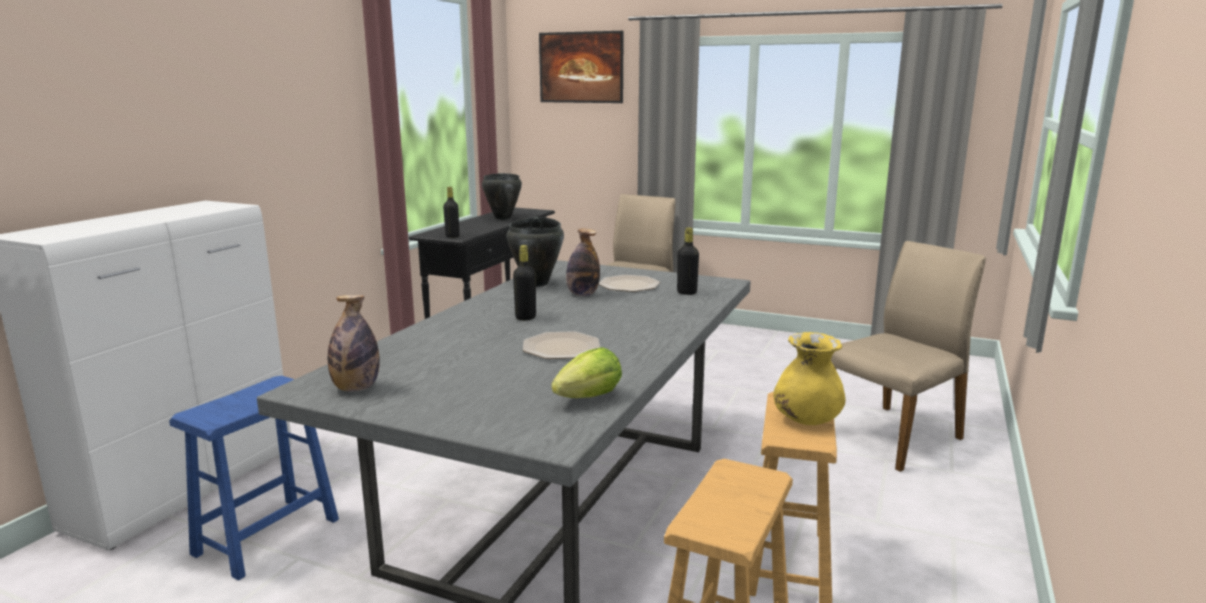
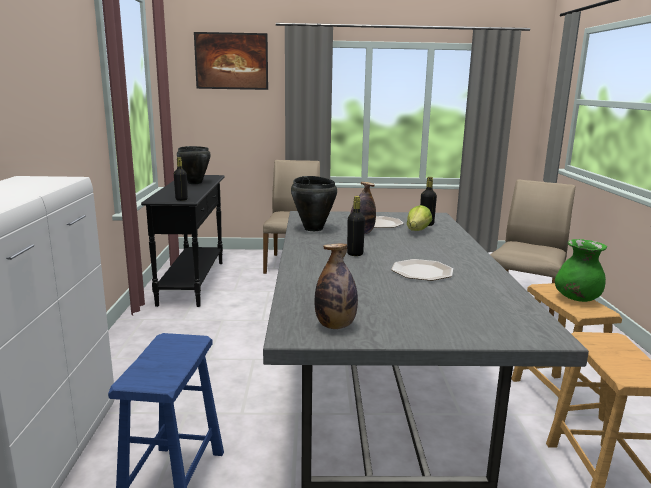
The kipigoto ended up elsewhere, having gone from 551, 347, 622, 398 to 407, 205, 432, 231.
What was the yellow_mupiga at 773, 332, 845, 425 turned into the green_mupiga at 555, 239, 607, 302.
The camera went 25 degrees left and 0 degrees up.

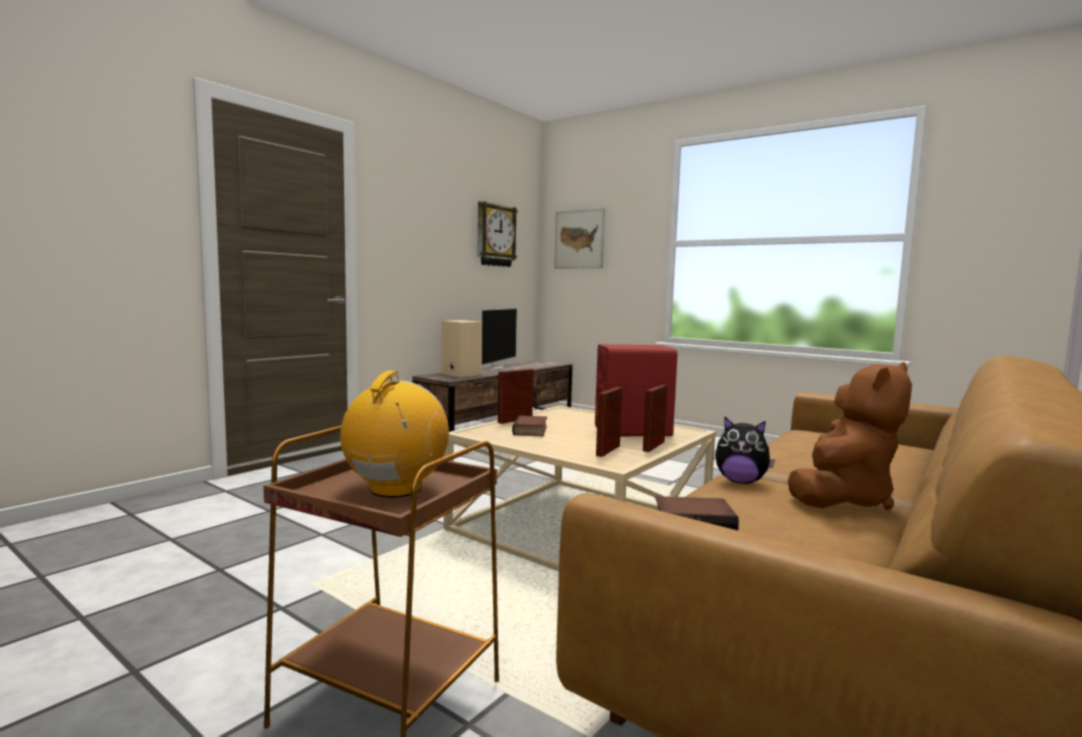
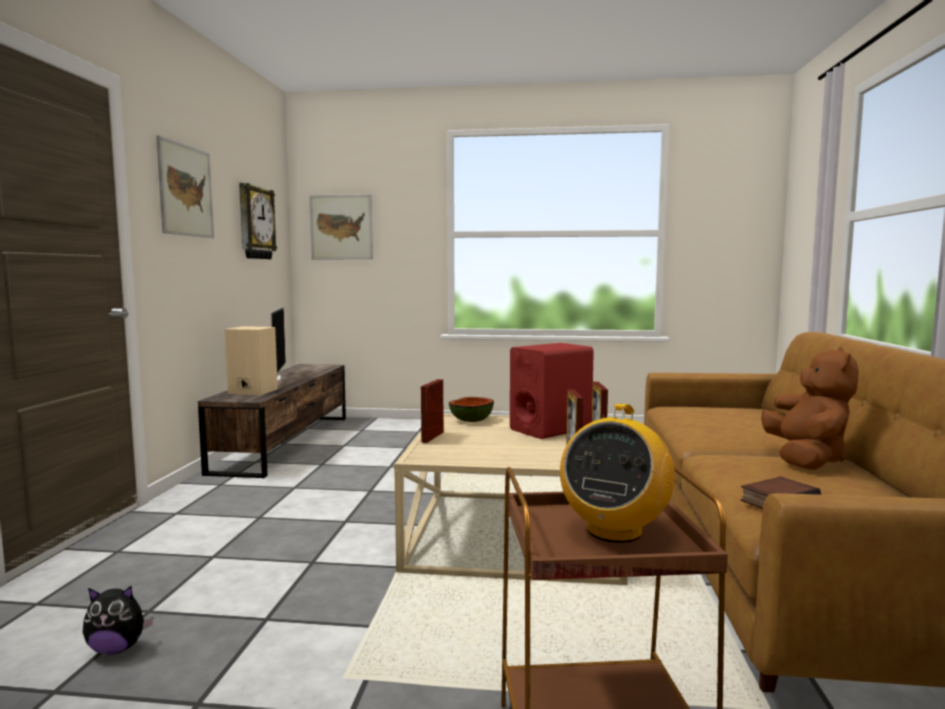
The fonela ended up elsewhere, having gone from 715, 417, 775, 484 to 83, 586, 154, 654.
The second view gained the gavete at 156, 135, 214, 238.
The second view gained the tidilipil at 449, 397, 494, 422.
The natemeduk at 340, 371, 449, 498 ended up facing another way, 135 degrees counterclockwise from before.
The second view lost the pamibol at 512, 415, 547, 436.
The camera went 30 degrees left and 0 degrees up.

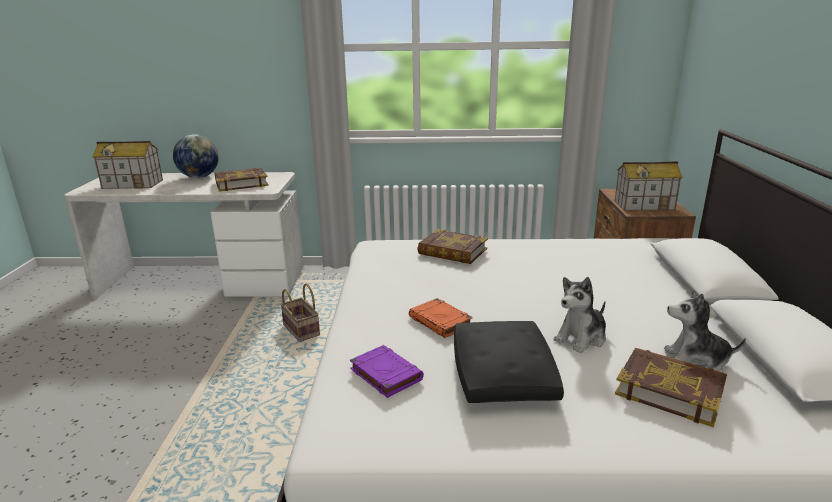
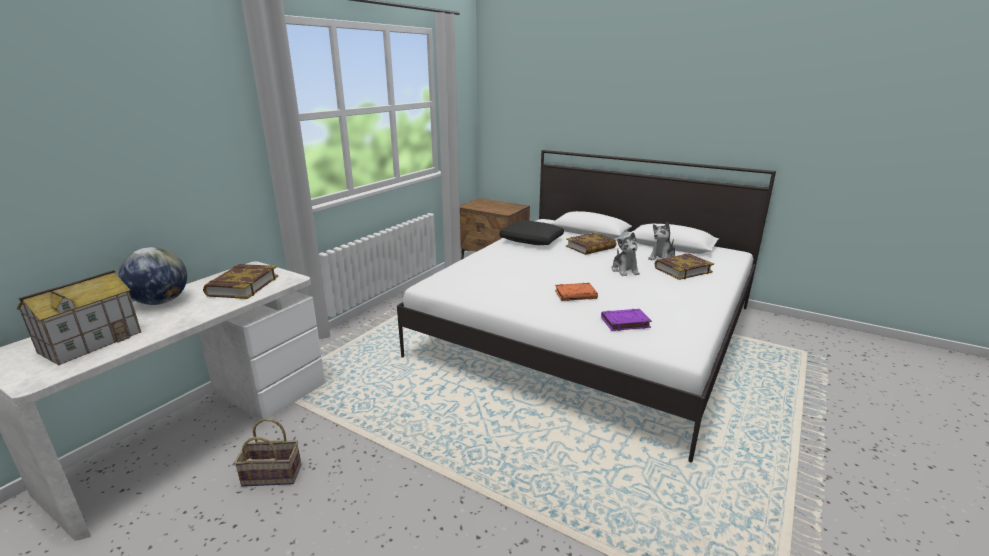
The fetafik ended up elsewhere, having gone from 280, 283, 320, 342 to 234, 418, 302, 487.
The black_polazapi ended up elsewhere, having gone from 454, 321, 564, 403 to 499, 220, 564, 245.
The pamibol ended up elsewhere, having gone from 417, 229, 488, 264 to 566, 232, 617, 255.
The second view lost the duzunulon at 615, 161, 683, 211.
The camera went 60 degrees left and 0 degrees up.

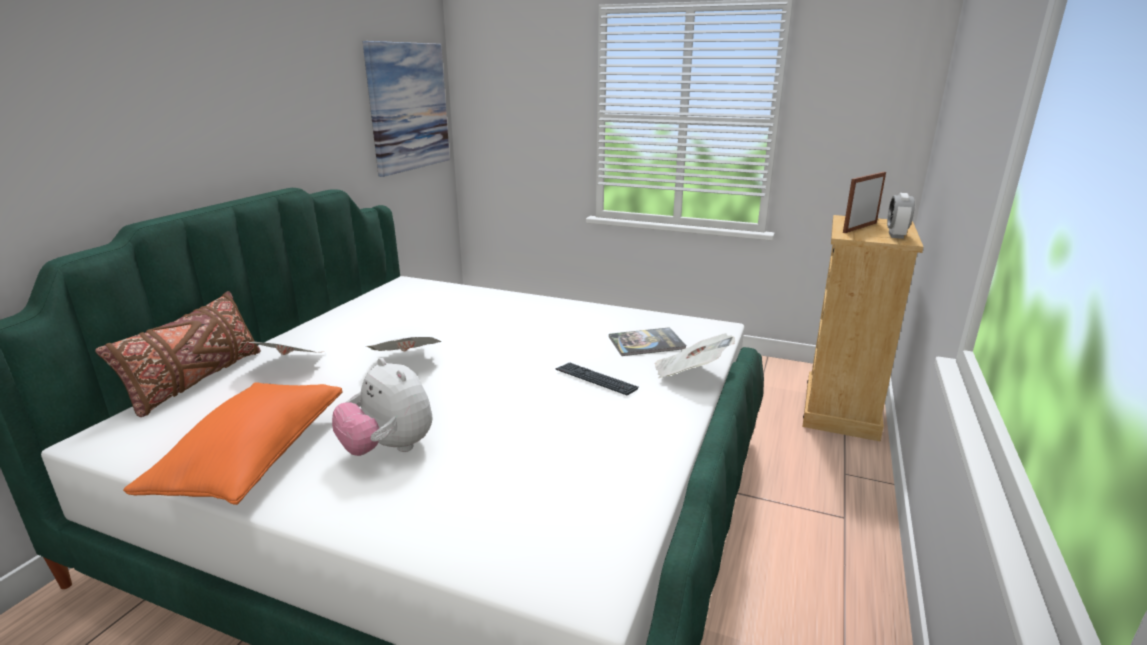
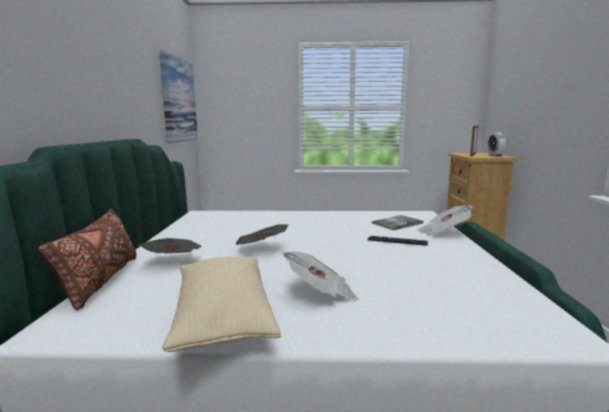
What was the orange_polazapi at 123, 383, 343, 505 turned into the beige_polazapi at 162, 256, 281, 352.
Where the fonela stood at 332, 358, 432, 456, the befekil came to stand at 282, 252, 359, 300.
The camera went 20 degrees left and 10 degrees down.

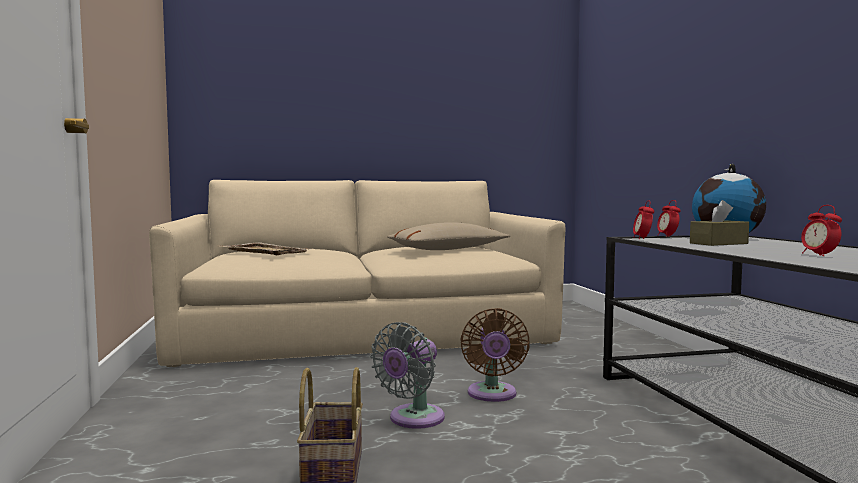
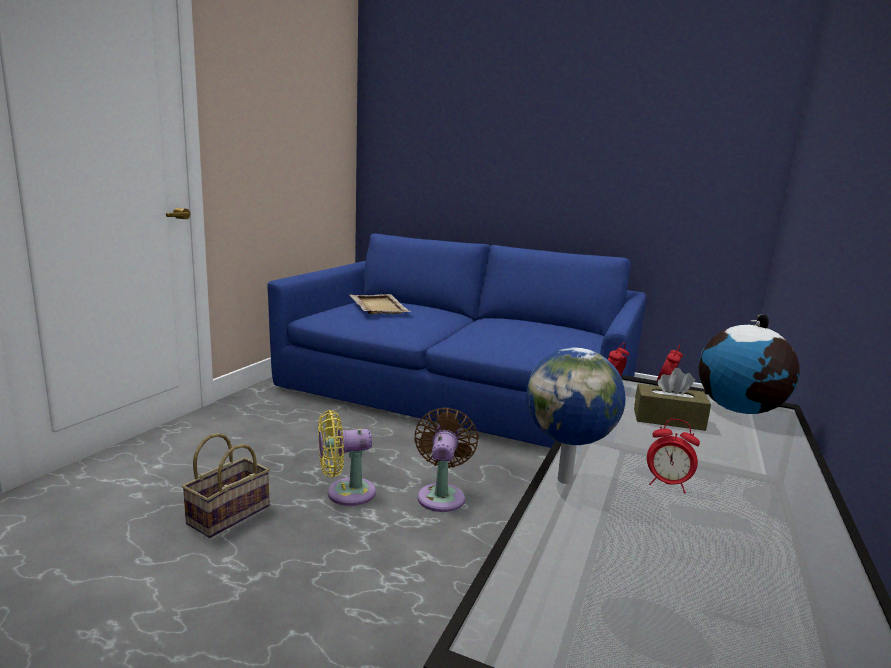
What was the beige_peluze at 149, 180, 566, 367 turned into the blue_peluze at 267, 234, 647, 448.
What was the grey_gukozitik at 370, 322, 445, 429 turned into the yellow_gukozitik at 318, 410, 376, 506.
The brown_gukozitik at 460, 308, 530, 402 ended up facing another way, 150 degrees clockwise from before.
The second view gained the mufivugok at 526, 347, 625, 484.
The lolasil at 801, 205, 842, 256 ended up facing another way, 90 degrees counterclockwise from before.
The second view lost the beige_polazapi at 387, 222, 510, 250.
The camera went 35 degrees right and 10 degrees up.

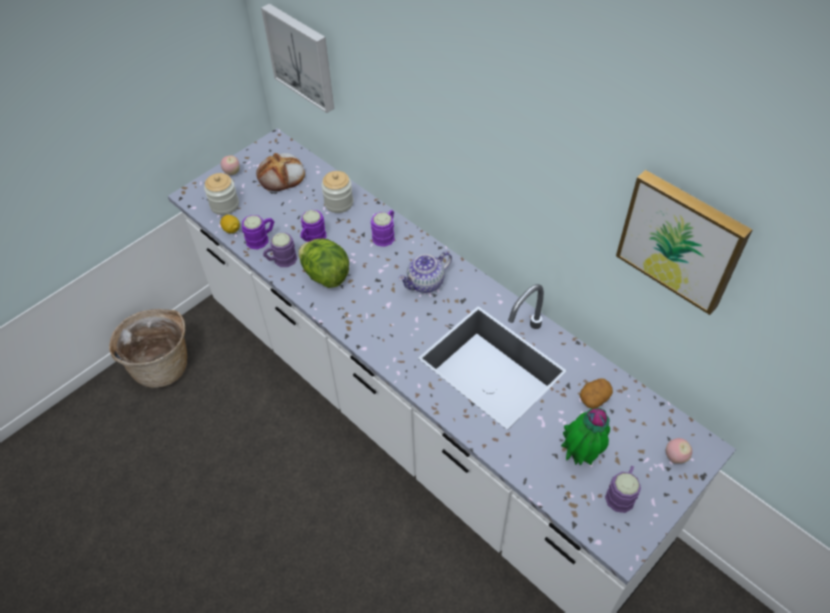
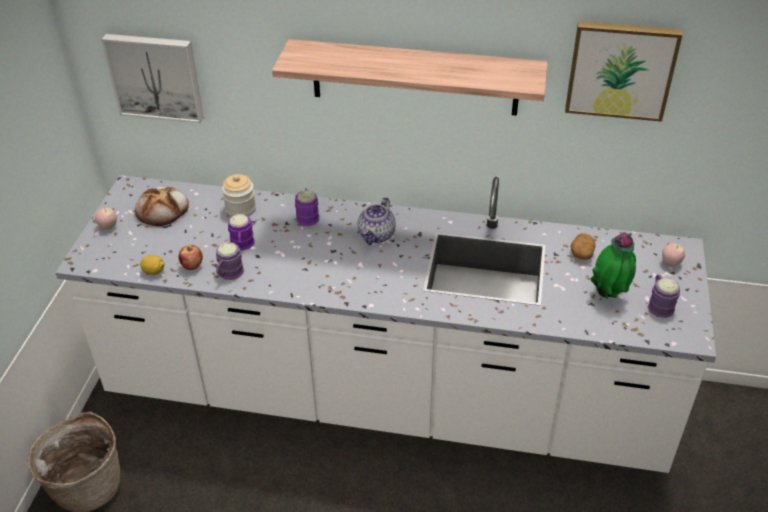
Where the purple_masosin stood at 242, 215, 274, 250, the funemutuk came to stand at 179, 245, 203, 270.
The second view gained the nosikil at 272, 39, 548, 116.
The second view lost the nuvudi at 204, 173, 239, 215.
The second view lost the kipigoto at 298, 239, 349, 288.
The camera went 35 degrees left and 10 degrees down.

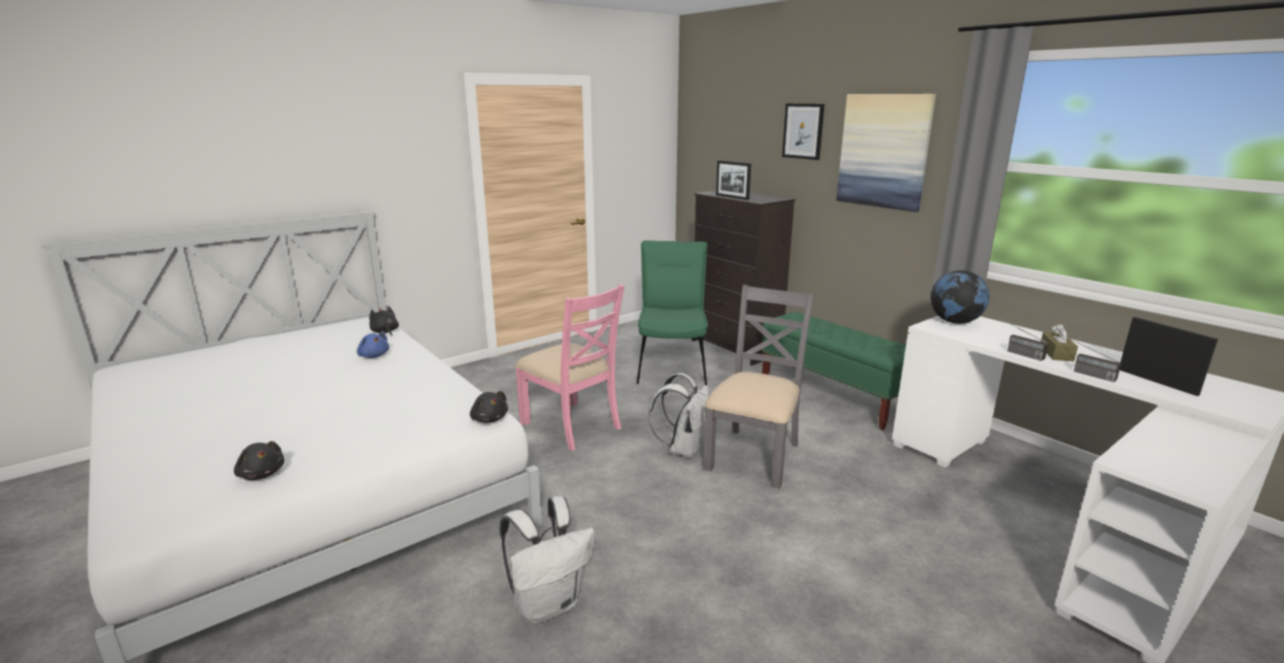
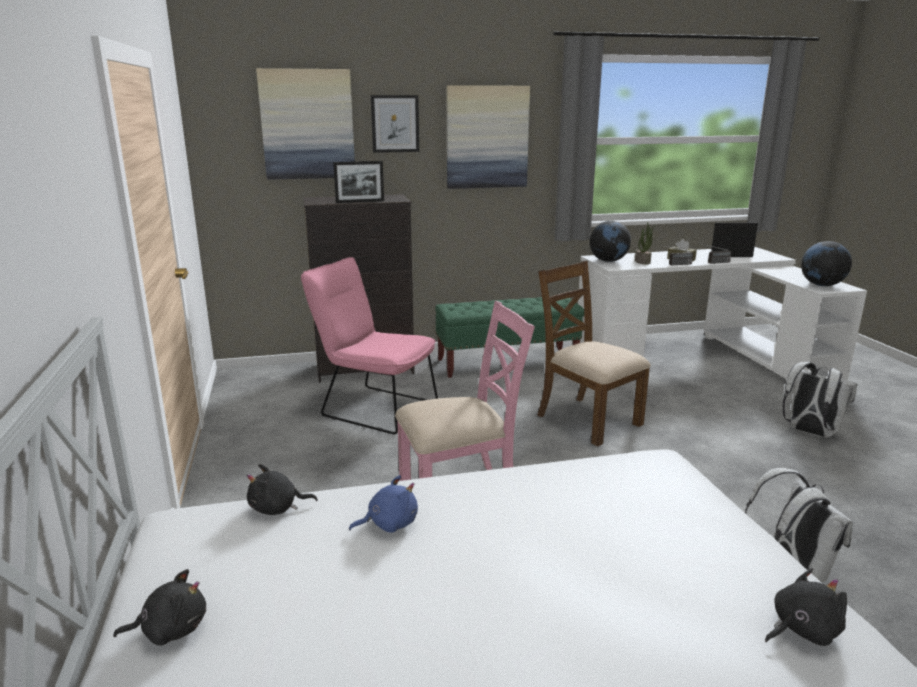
The black_fonela ended up elsewhere, having gone from 470, 391, 508, 423 to 113, 569, 206, 646.
The second view gained the gavete at 256, 68, 355, 180.
What was the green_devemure at 637, 240, 708, 385 turned into the pink_devemure at 301, 257, 438, 435.
What was the grey_devemure at 703, 285, 814, 489 turned into the brown_devemure at 537, 261, 651, 446.
The second view gained the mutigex at 635, 222, 656, 264.
The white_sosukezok ended up elsewhere, having gone from 649, 373, 709, 458 to 783, 362, 857, 437.
The second view gained the mufivugok at 801, 241, 852, 286.
The camera went 65 degrees left and 0 degrees up.

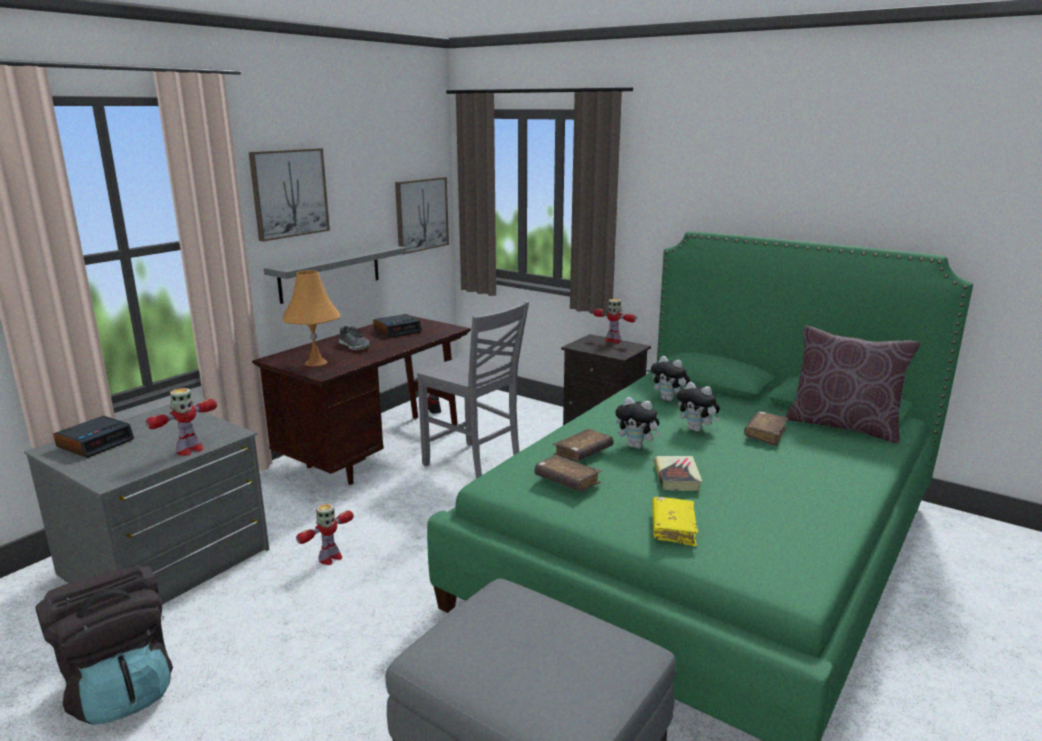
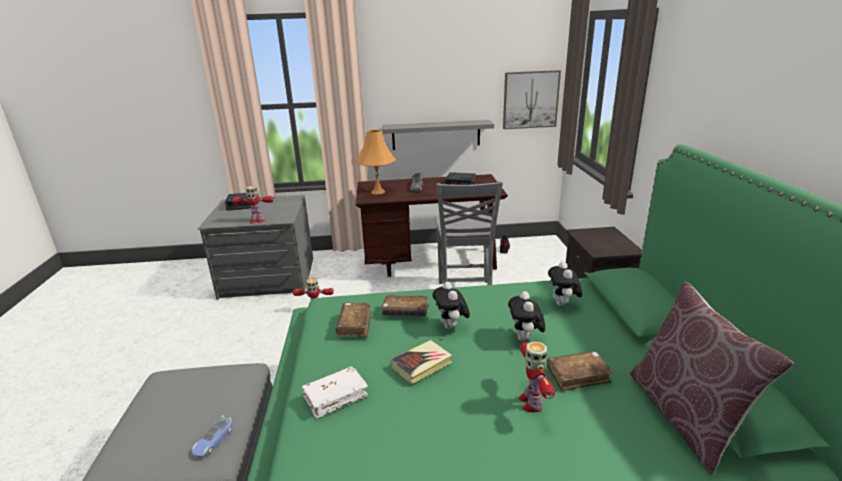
The second view gained the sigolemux at 191, 415, 232, 457.
What was the yellow_pamibol at 652, 496, 699, 547 turned into the white_pamibol at 302, 366, 368, 419.
The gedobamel ended up elsewhere, having gone from 593, 299, 637, 344 to 518, 341, 555, 412.
The second view lost the black_sosukezok at 35, 566, 173, 725.
The second view lost the gavete at 249, 148, 330, 241.
The camera went 50 degrees right and 5 degrees up.

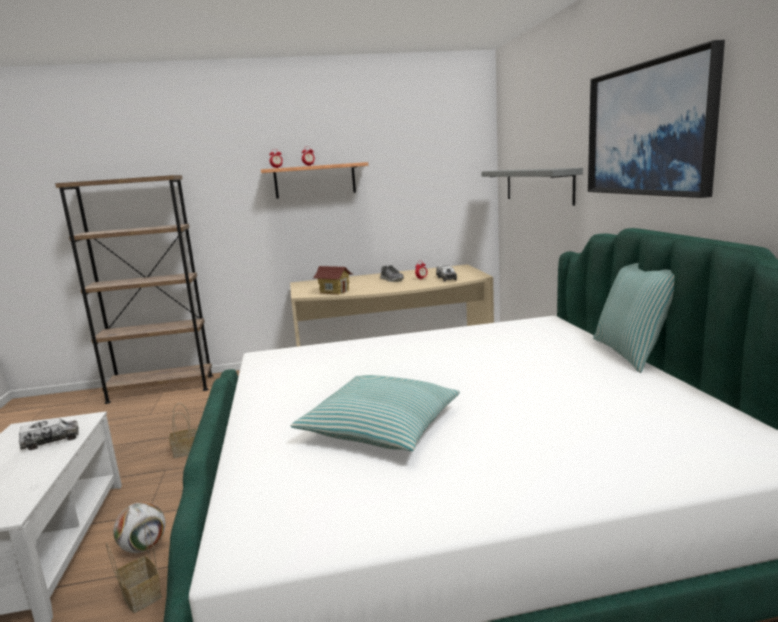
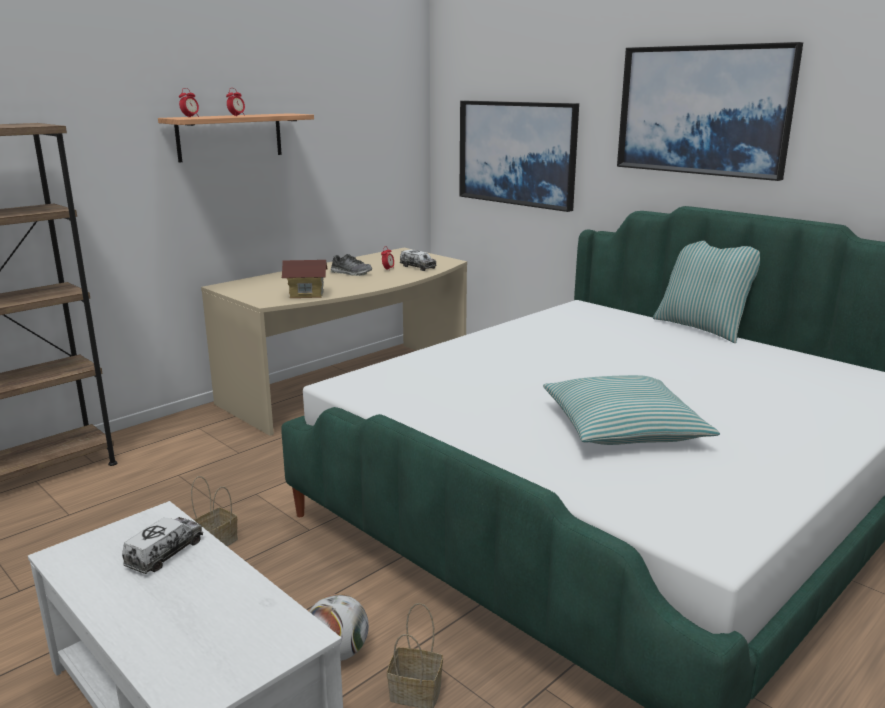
Where the grey_nosikil hung at 481, 168, 583, 206, the gavete came to hang at 459, 101, 579, 212.
The camera went 35 degrees left and 5 degrees up.

